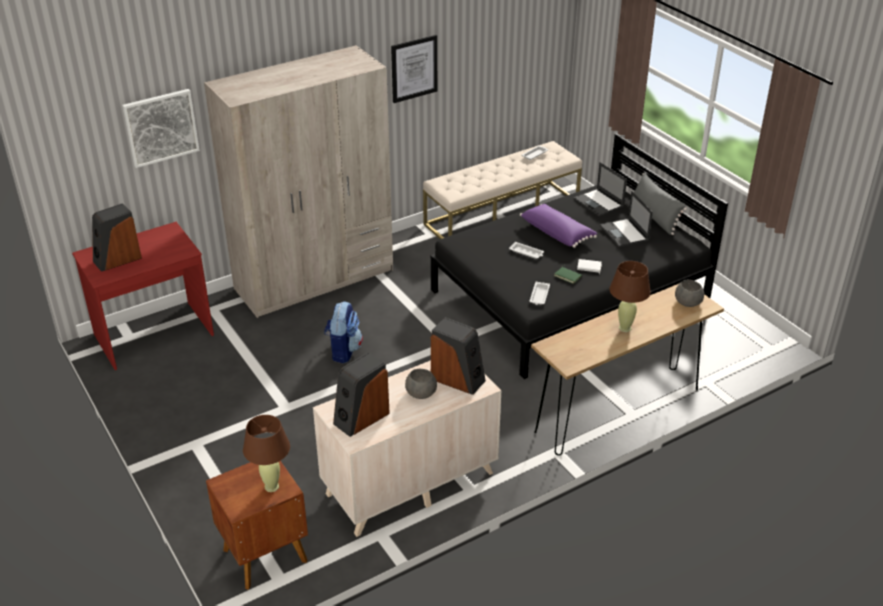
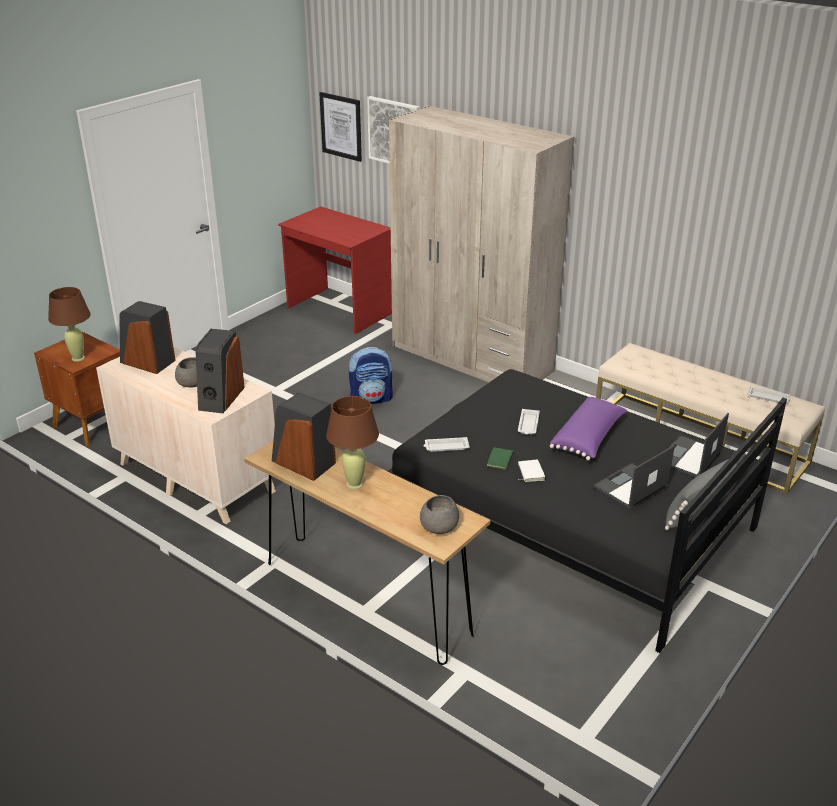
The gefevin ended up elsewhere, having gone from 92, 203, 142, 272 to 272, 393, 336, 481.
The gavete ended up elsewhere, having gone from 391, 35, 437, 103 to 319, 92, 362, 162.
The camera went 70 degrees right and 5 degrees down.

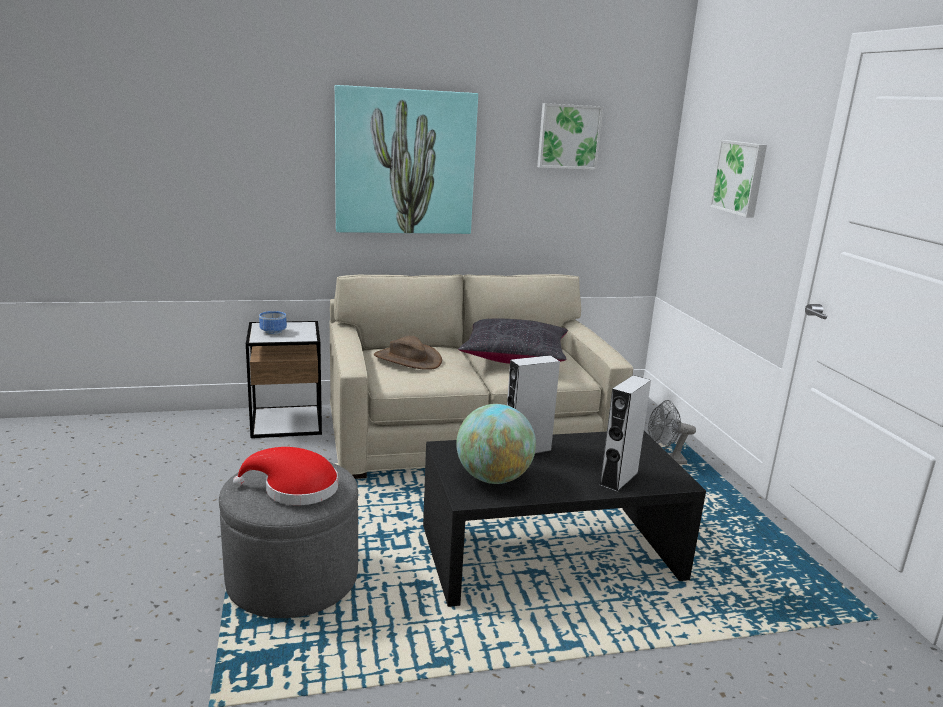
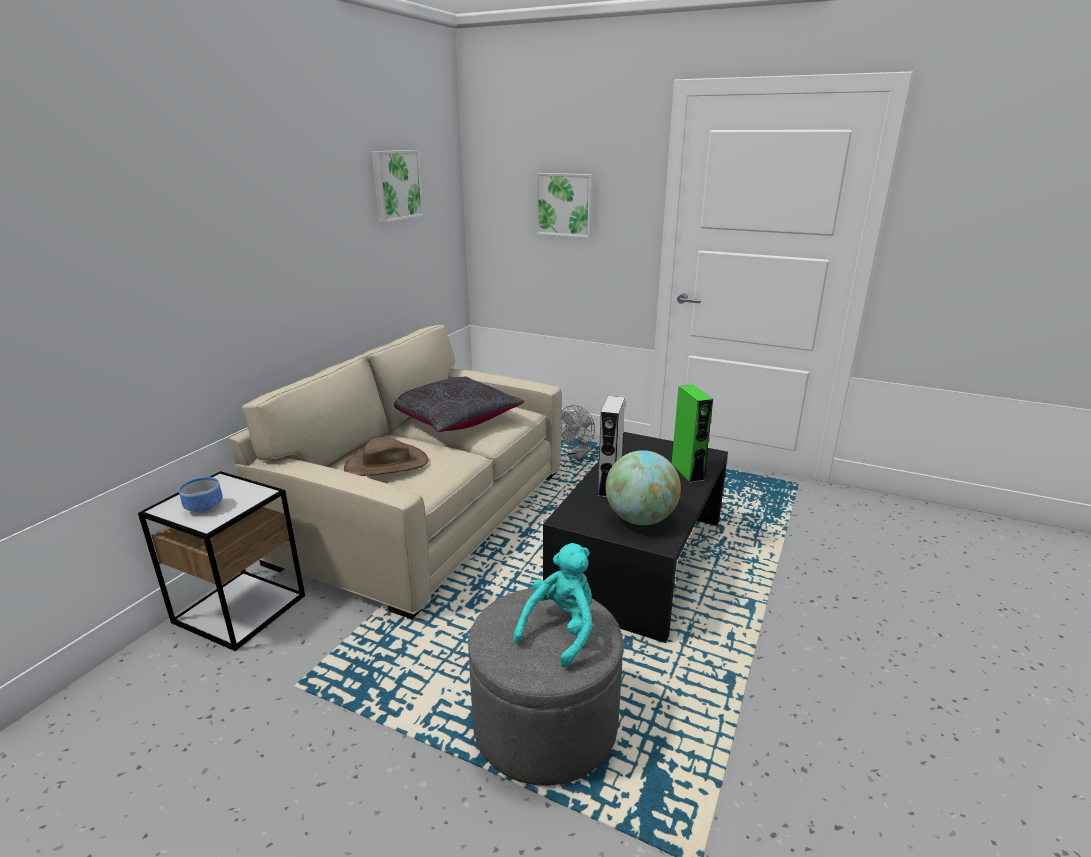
Where the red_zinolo stood at 233, 447, 338, 505, the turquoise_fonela came to stand at 513, 543, 593, 668.
What was the grey_gefevin at 600, 375, 651, 492 turned into the green_gefevin at 672, 385, 713, 483.
The second view lost the gavete at 335, 85, 478, 234.
The camera went 50 degrees left and 5 degrees up.

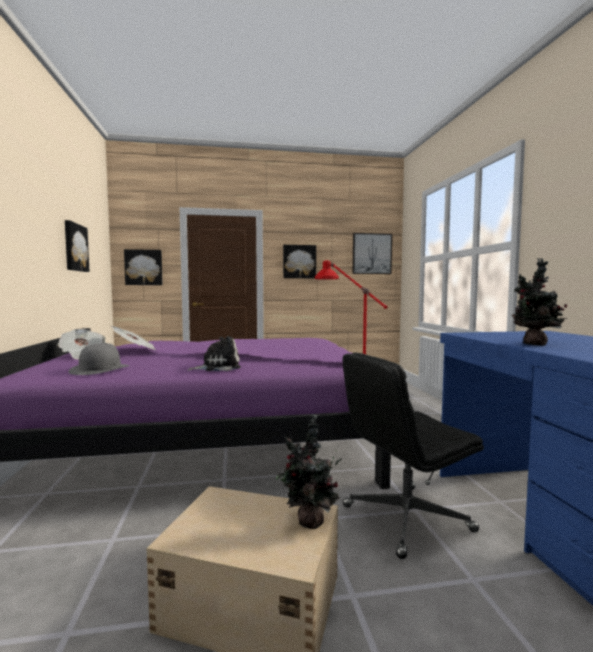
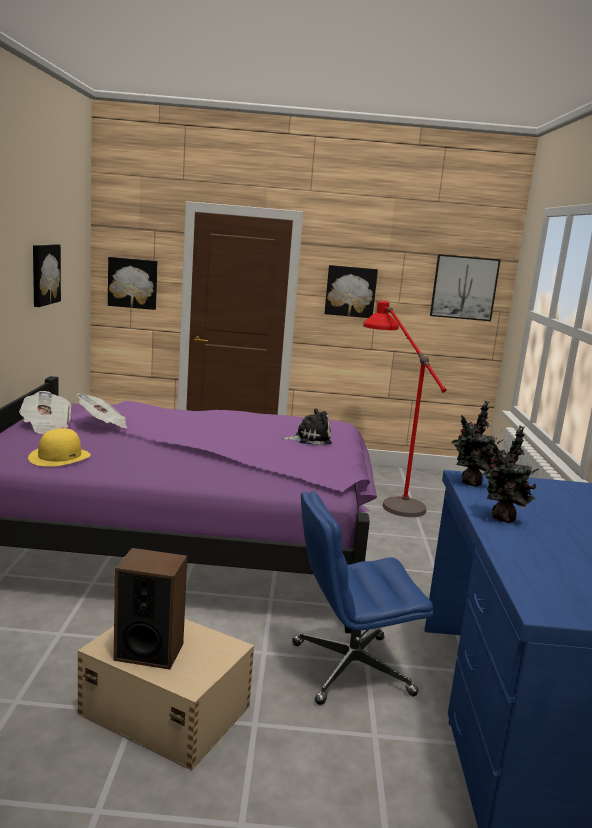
What was the grey_zinolo at 69, 343, 130, 375 turned into the yellow_zinolo at 28, 428, 91, 467.
The second view gained the gefevin at 114, 548, 187, 670.
The fonela ended up elsewhere, having gone from 188, 336, 241, 371 to 283, 408, 332, 445.
What was the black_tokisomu at 343, 353, 484, 559 turned into the blue_tokisomu at 292, 491, 433, 705.
The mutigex ended up elsewhere, having gone from 275, 414, 342, 529 to 452, 401, 504, 486.
The camera went 10 degrees right and 10 degrees up.

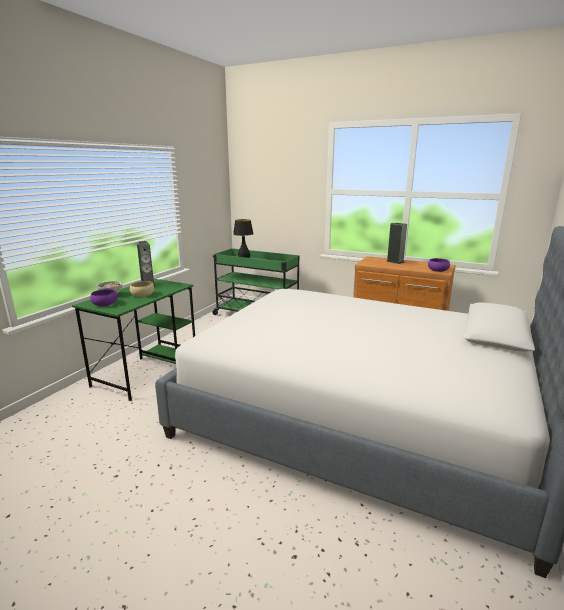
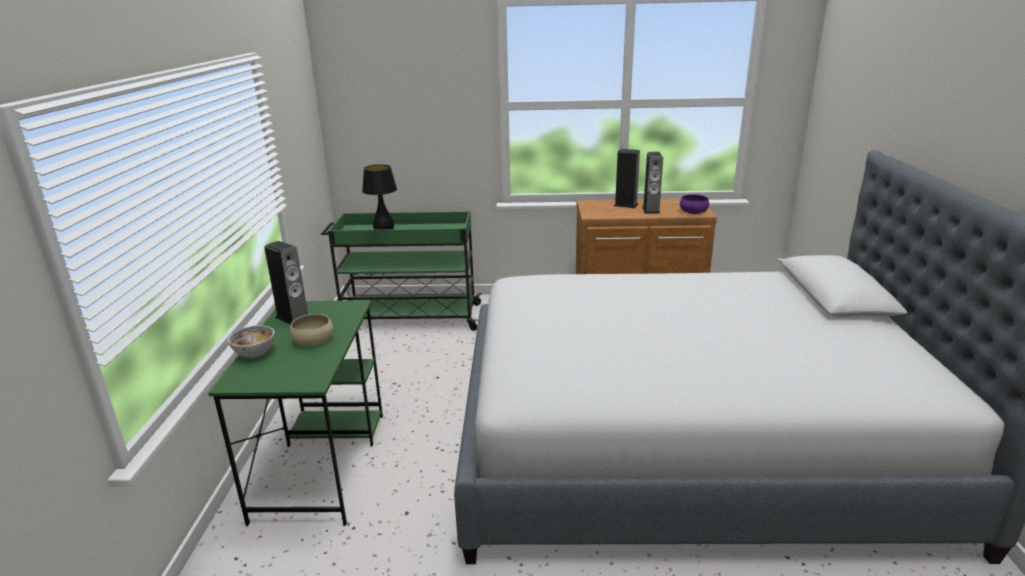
The second view gained the gefevin at 643, 152, 663, 214.
The second view lost the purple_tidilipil at 90, 289, 117, 306.
The camera went 25 degrees left and 5 degrees up.

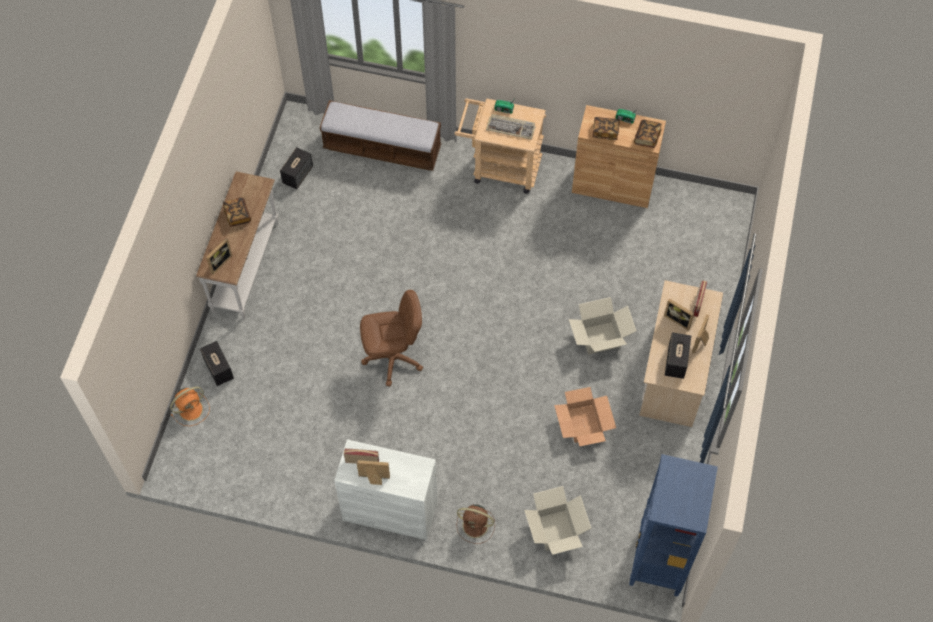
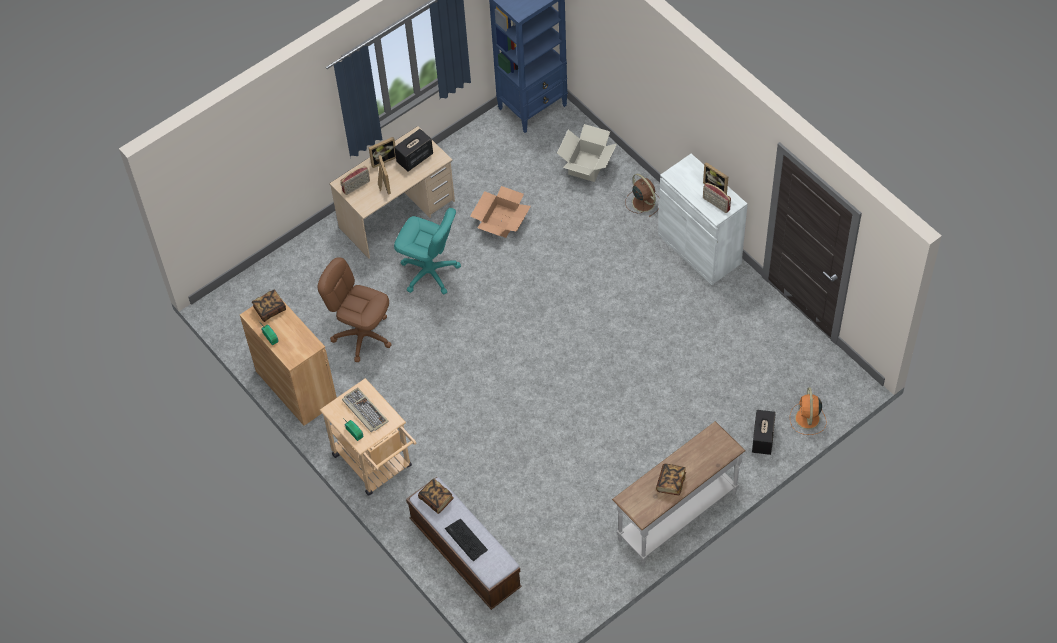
The brown_tokisomu ended up elsewhere, having gone from 360, 290, 423, 386 to 318, 257, 392, 362.
Where the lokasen stood at 569, 297, 636, 355, the turquoise_tokisomu came to stand at 394, 208, 461, 294.
The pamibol ended up elsewhere, having gone from 593, 117, 620, 140 to 418, 478, 454, 514.
The second view gained the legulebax at 445, 519, 488, 562.
The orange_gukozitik at 170, 387, 210, 426 ended up facing another way, 90 degrees counterclockwise from before.
The second view lost the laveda at 206, 238, 232, 275.
The second view lost the gefevin at 280, 147, 313, 190.
The camera went 140 degrees left and 5 degrees down.

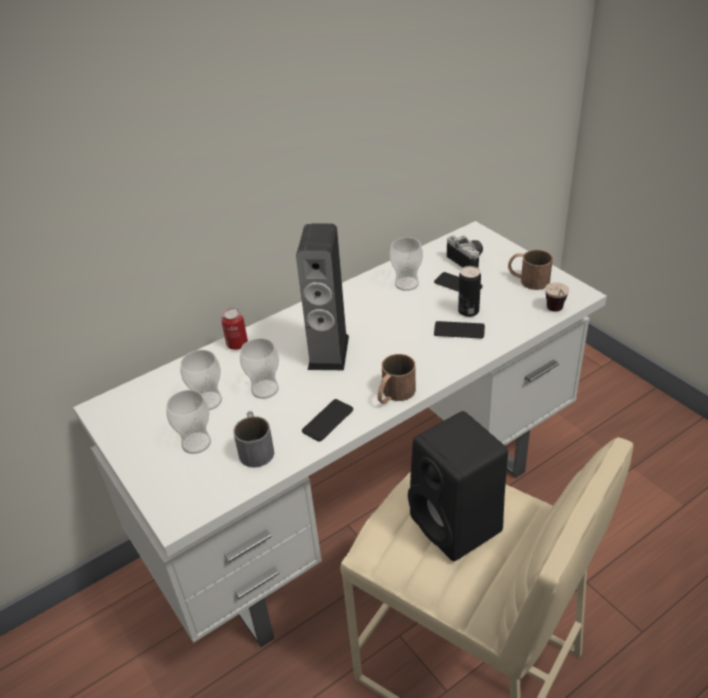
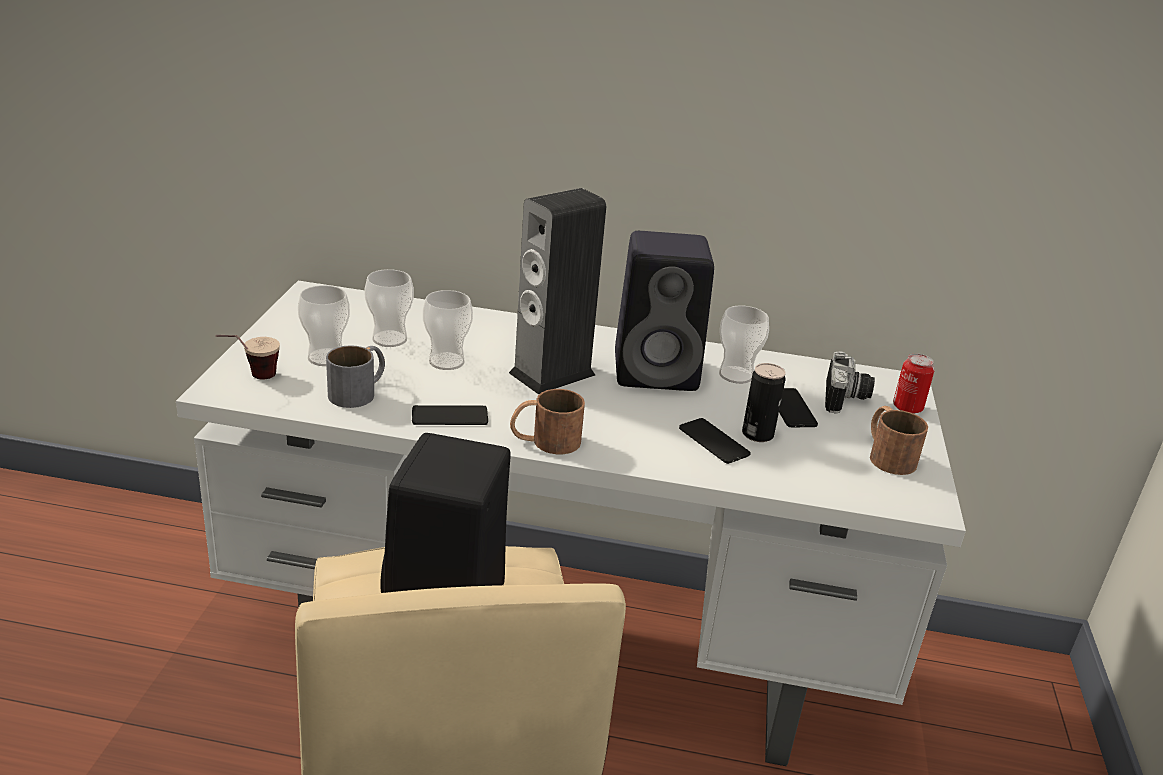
The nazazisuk ended up elsewhere, having gone from 545, 282, 569, 312 to 215, 335, 280, 379.
The second view gained the black_gefevin at 615, 231, 714, 391.
The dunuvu ended up elsewhere, having gone from 221, 308, 248, 350 to 893, 354, 935, 414.
The camera went 40 degrees right and 10 degrees down.

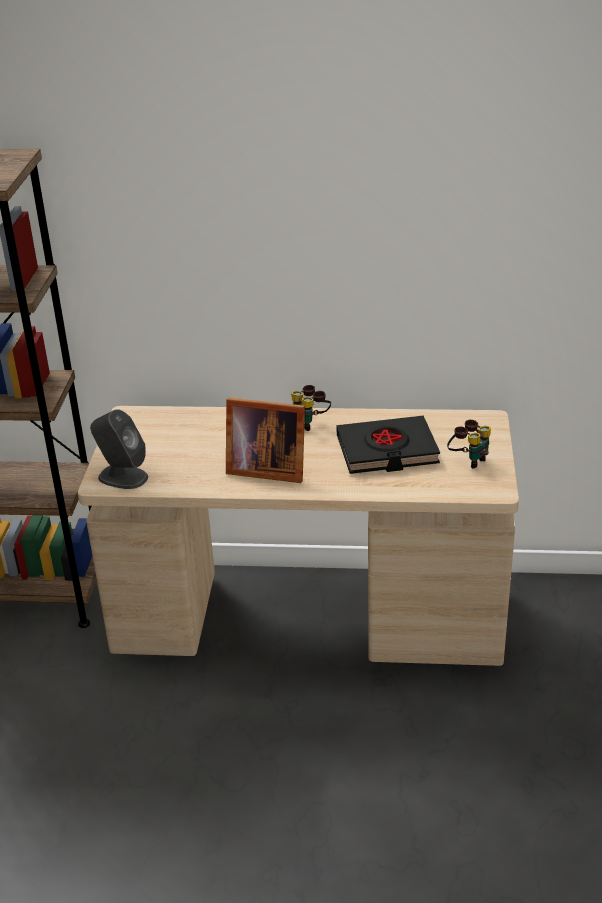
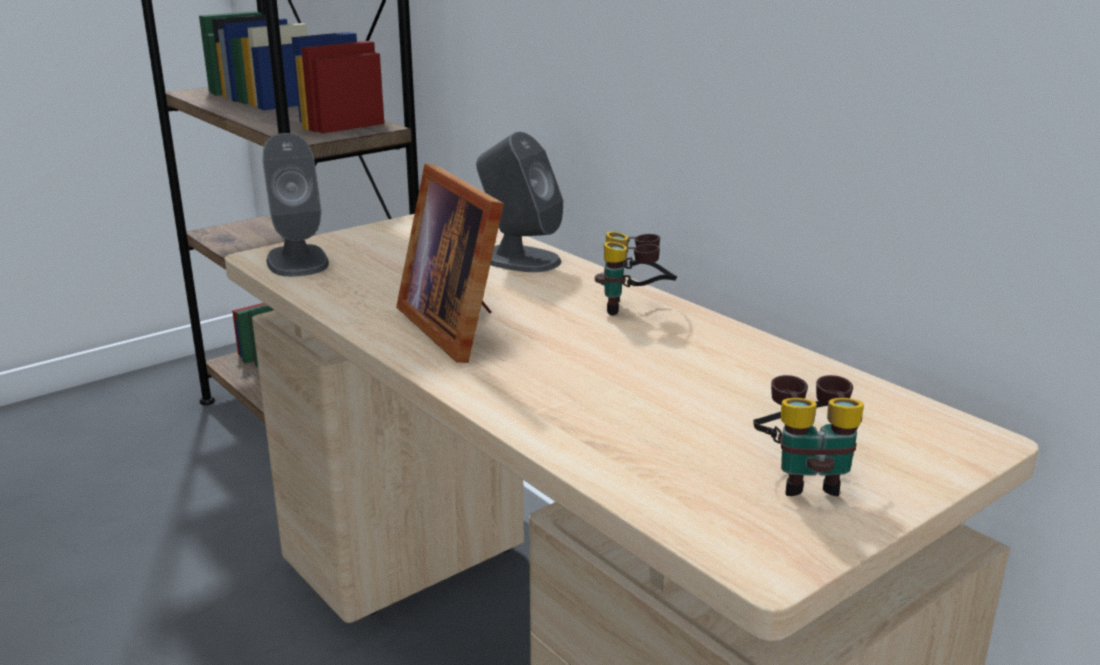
The second view gained the grey_gefevin at 476, 132, 563, 272.
The second view lost the black_pamibol at 336, 416, 440, 474.
The camera went 45 degrees right and 10 degrees down.

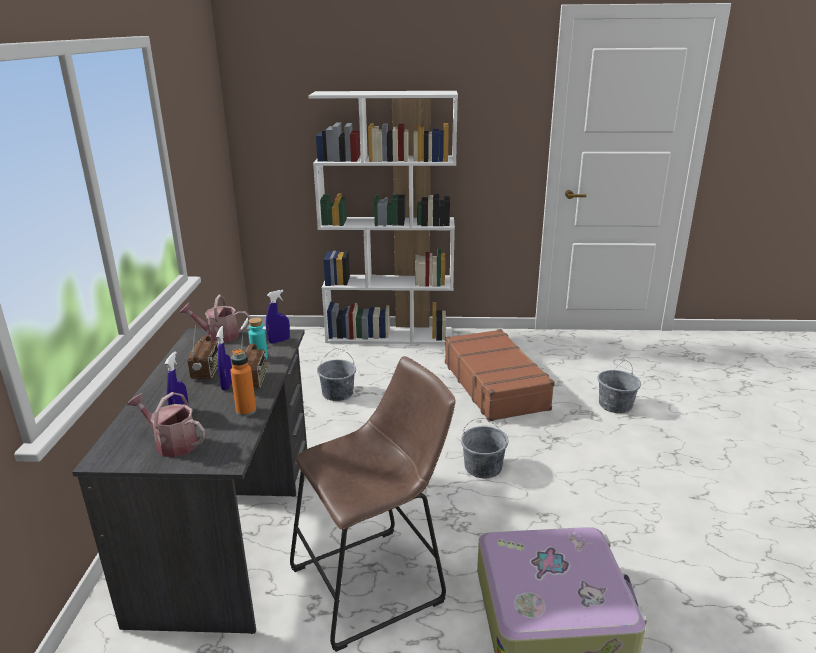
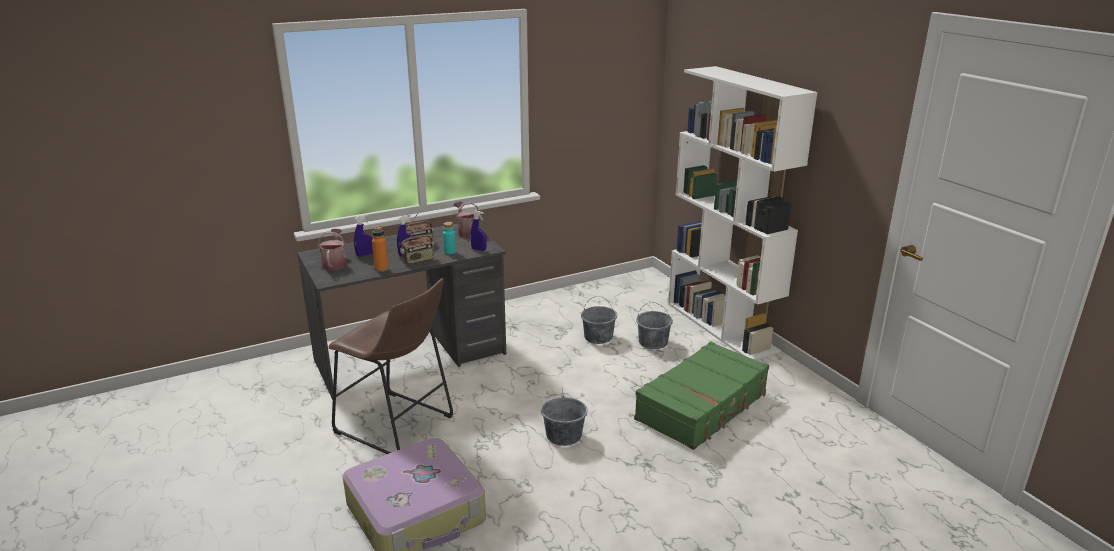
What was the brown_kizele at 445, 329, 555, 421 turned into the green_kizele at 634, 342, 769, 450.
The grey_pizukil ended up elsewhere, having gone from 598, 361, 641, 413 to 636, 302, 673, 349.
The camera went 60 degrees right and 0 degrees up.

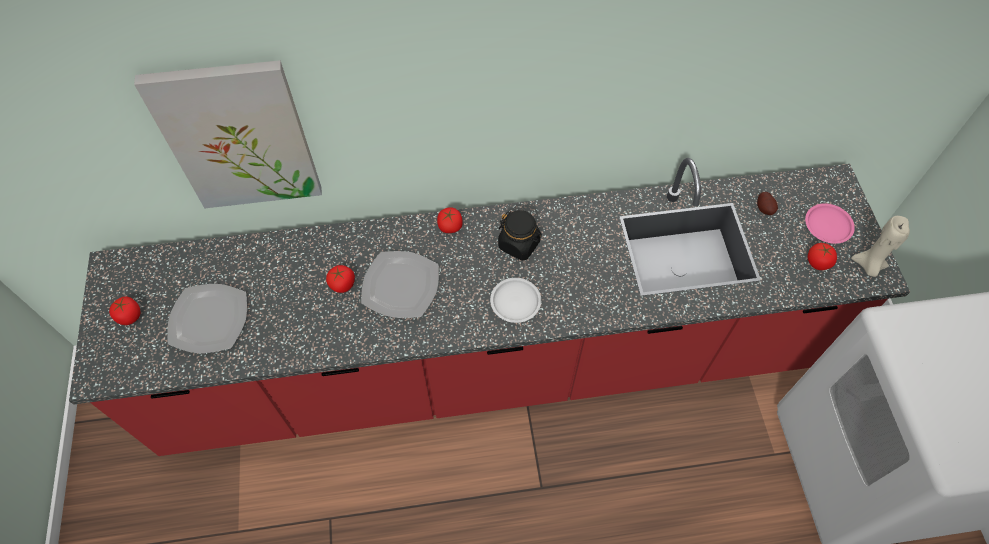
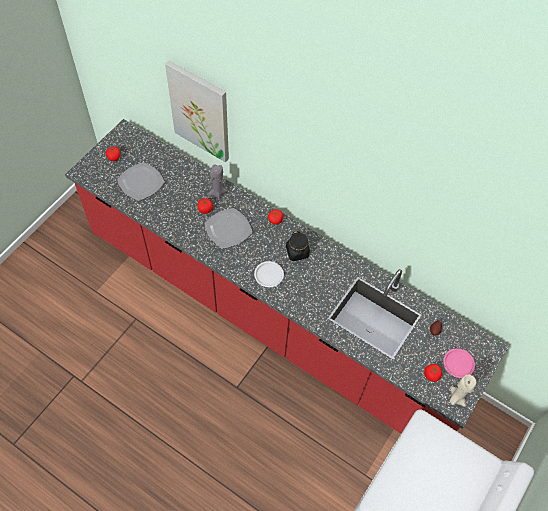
The second view gained the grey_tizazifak at 208, 164, 228, 199.
The camera went 40 degrees right and 0 degrees up.

